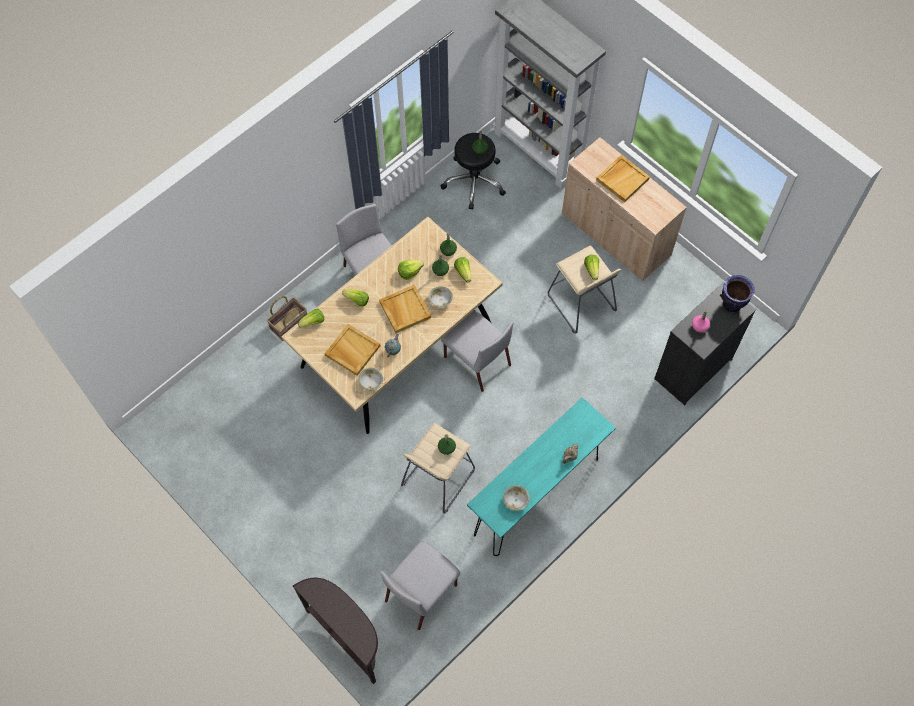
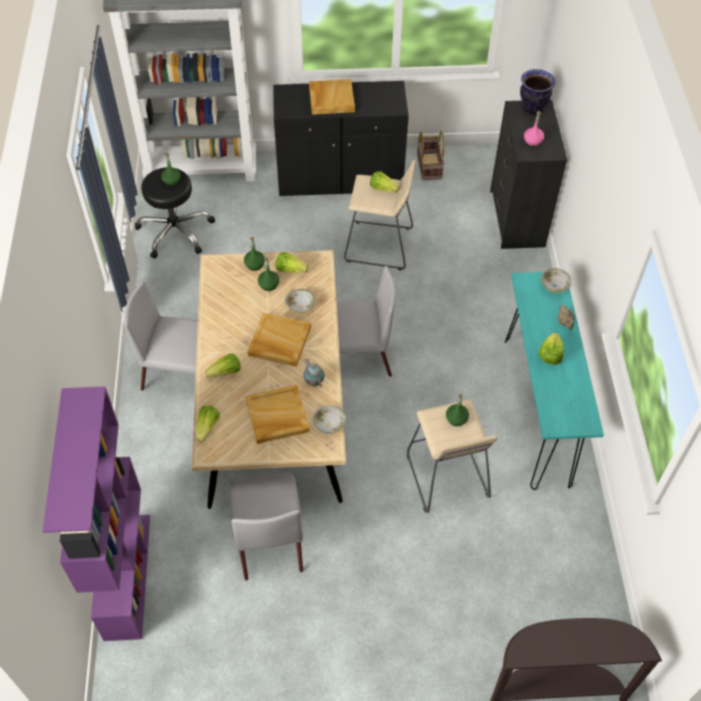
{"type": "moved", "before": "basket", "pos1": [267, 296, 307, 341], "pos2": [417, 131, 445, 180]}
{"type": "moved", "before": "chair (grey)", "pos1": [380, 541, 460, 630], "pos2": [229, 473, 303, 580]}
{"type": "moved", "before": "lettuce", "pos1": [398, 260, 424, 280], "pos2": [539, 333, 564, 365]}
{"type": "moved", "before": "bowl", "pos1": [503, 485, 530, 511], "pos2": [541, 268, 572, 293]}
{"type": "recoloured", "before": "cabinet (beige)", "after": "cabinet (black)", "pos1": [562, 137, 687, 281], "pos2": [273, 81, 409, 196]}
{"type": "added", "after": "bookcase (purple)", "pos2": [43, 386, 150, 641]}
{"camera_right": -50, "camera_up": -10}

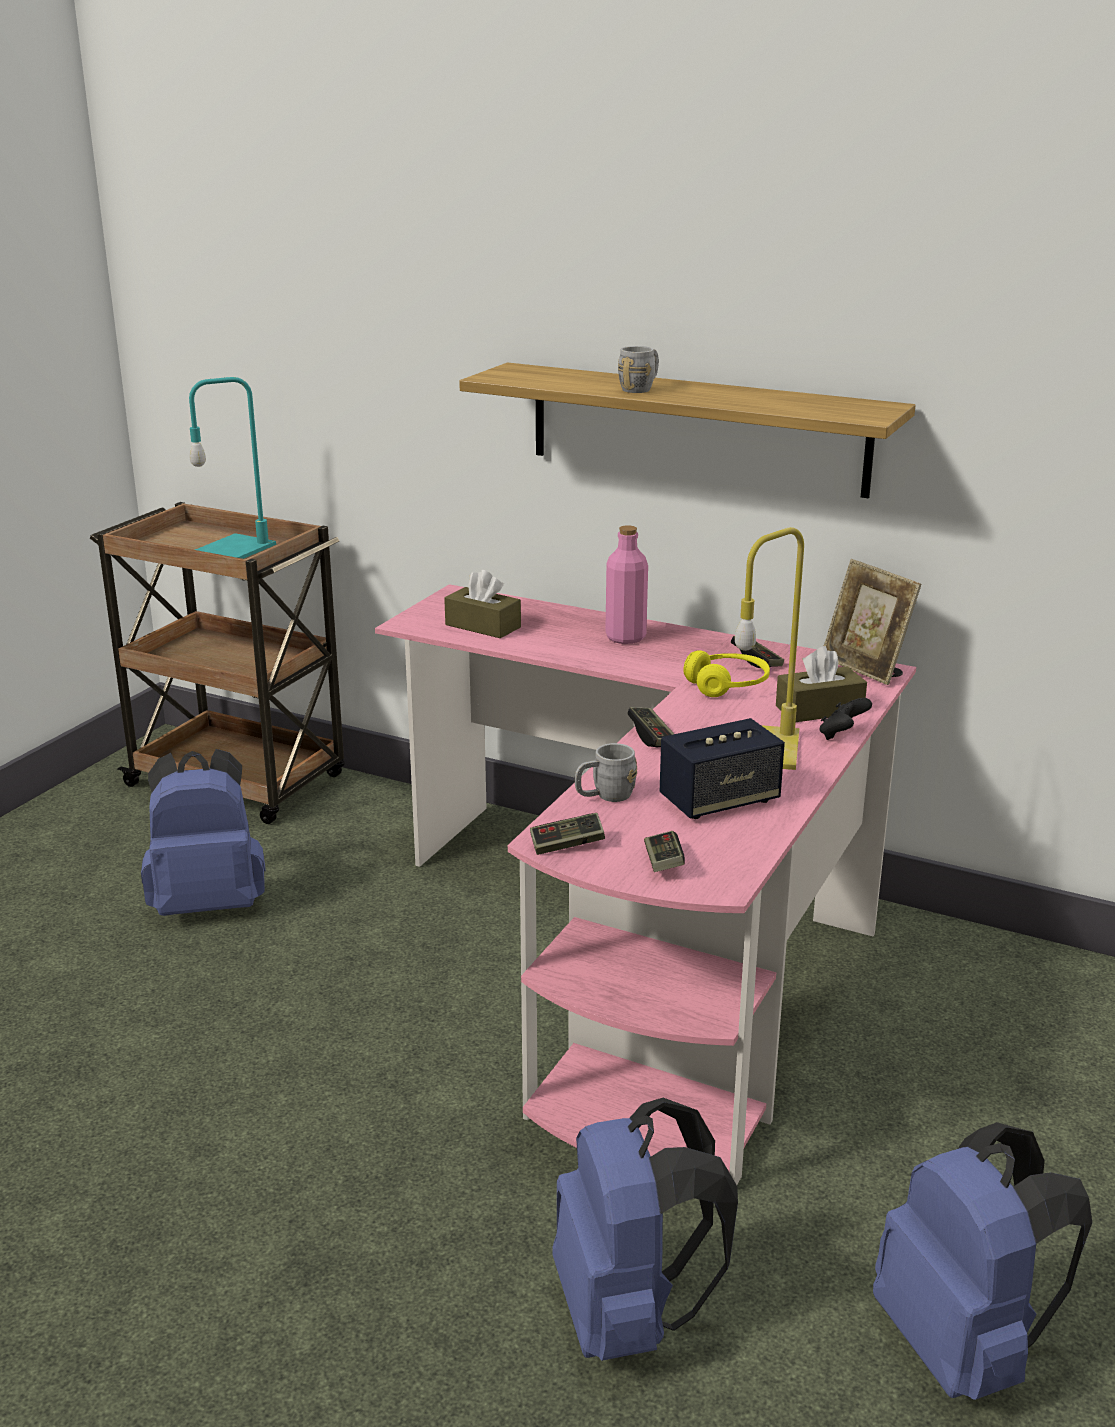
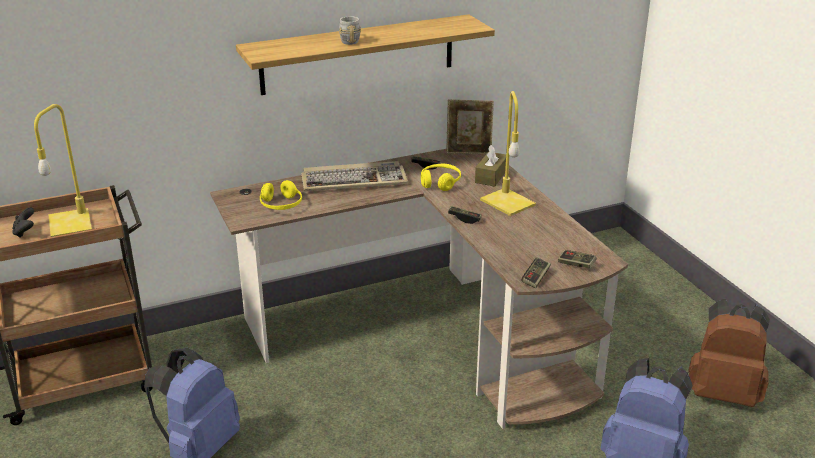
{"type": "recoloured", "before": "table lamp (turquoise)", "after": "table lamp (yellow)", "pos1": [189, 377, 276, 559], "pos2": [34, 104, 92, 237]}
{"type": "recoloured", "before": "desk (pink)", "after": "desk (brown)", "pos1": [375, 584, 916, 1185], "pos2": [210, 149, 628, 429]}
{"type": "replaced", "before": "tissue box (brown)", "after": "headphones (yellow)", "pos1": [444, 570, 521, 638], "pos2": [260, 180, 302, 210]}
{"type": "removed", "before": "mug (grey)", "pos1": [575, 743, 637, 802]}
{"type": "replaced", "before": "bottle (pink)", "after": "keyboard", "pos1": [605, 526, 648, 644], "pos2": [301, 161, 408, 191]}
{"type": "removed", "before": "speaker", "pos1": [660, 718, 785, 819]}
{"type": "moved", "before": "game controller (black)", "pos1": [819, 698, 872, 740], "pos2": [12, 207, 34, 238]}
{"type": "recoloured", "before": "backpack (blue)", "after": "backpack (brown)", "pos1": [873, 1122, 1092, 1400], "pos2": [688, 299, 770, 407]}
{"camera_right": -50, "camera_up": 5}

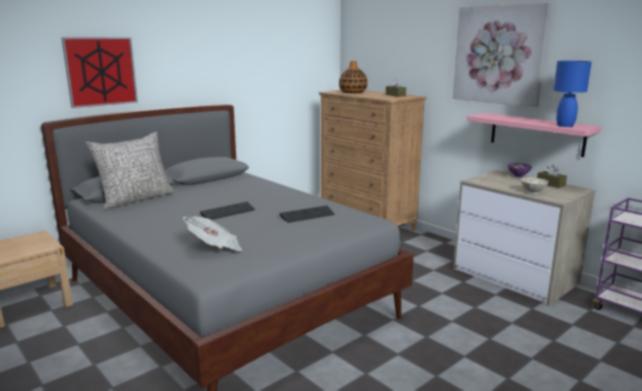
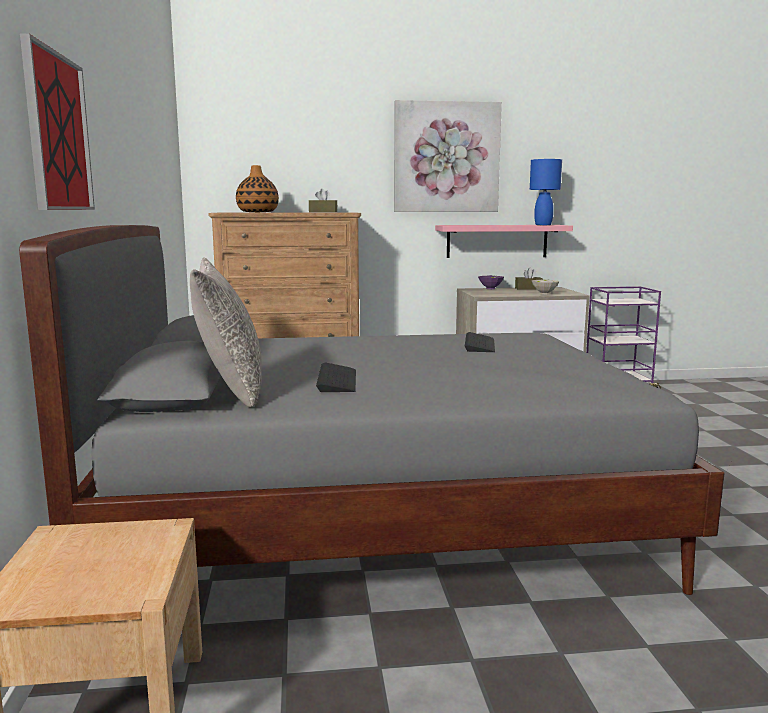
{"type": "removed", "before": "newspaper", "pos1": [183, 217, 243, 251]}
{"type": "moved", "before": "keyboard", "pos1": [200, 202, 255, 220], "pos2": [316, 363, 356, 392]}
{"camera_right": -55, "camera_up": -5}

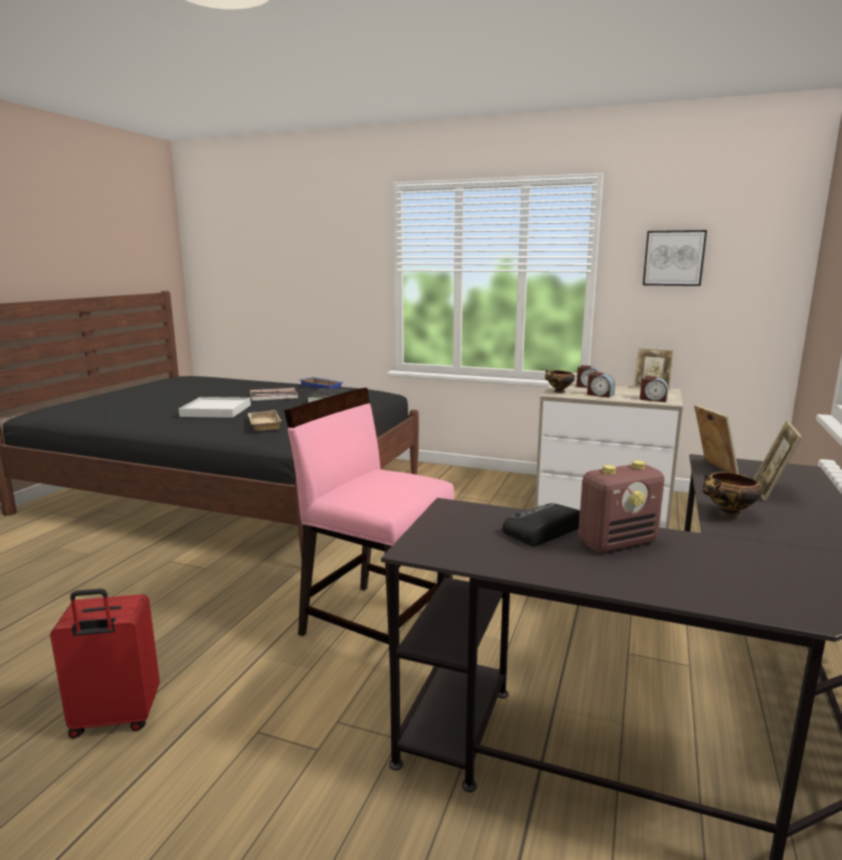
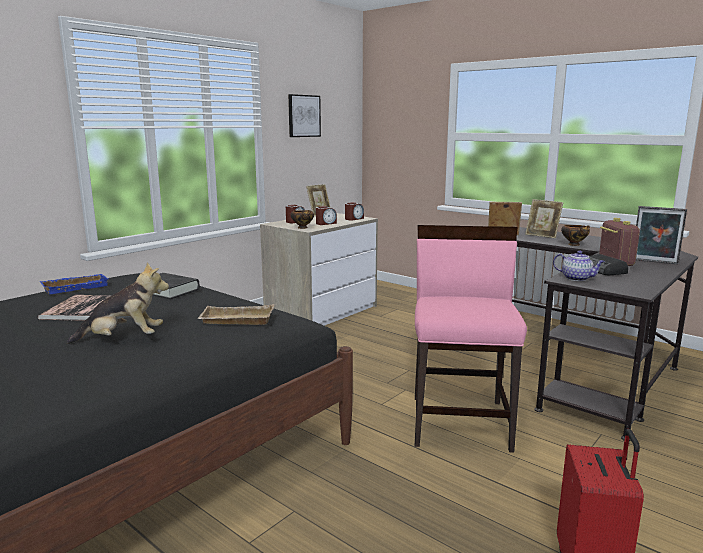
{"type": "replaced", "before": "tray (white)", "after": "plush toy", "pos1": [179, 397, 251, 418], "pos2": [67, 262, 169, 344]}
{"type": "turned", "before": "chair (pink)", "pos1": [284, 388, 454, 659], "pos2": [415, 225, 527, 453], "turn": 135}
{"type": "added", "after": "teapot", "pos2": [553, 250, 605, 281]}
{"type": "added", "after": "picture frame", "pos2": [636, 206, 687, 264]}
{"camera_right": -70, "camera_up": 0}

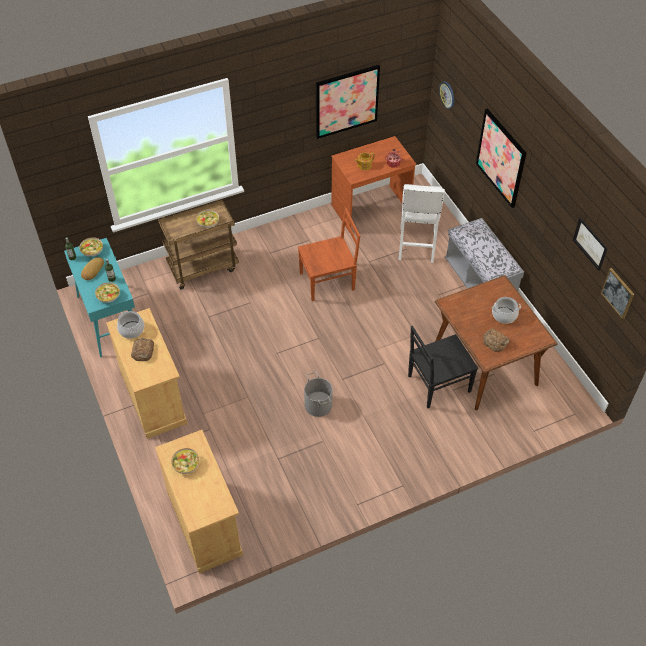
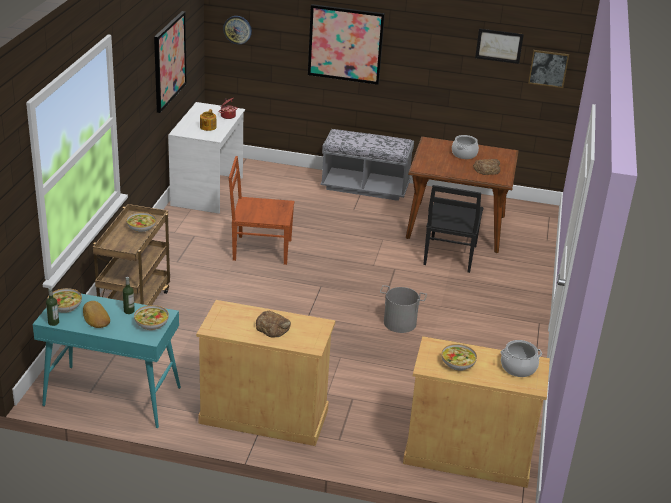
{"type": "moved", "before": "cooking pot", "pos1": [117, 311, 144, 339], "pos2": [501, 340, 542, 377]}
{"type": "turned", "before": "chair (brown)", "pos1": [298, 208, 360, 301], "pos2": [229, 156, 294, 265], "turn": -105}
{"type": "recoloured", "before": "desk (brown)", "after": "desk (white)", "pos1": [331, 136, 416, 233], "pos2": [168, 102, 245, 214]}
{"type": "removed", "before": "stool (white)", "pos1": [399, 184, 445, 263]}
{"camera_right": -55, "camera_up": -20}

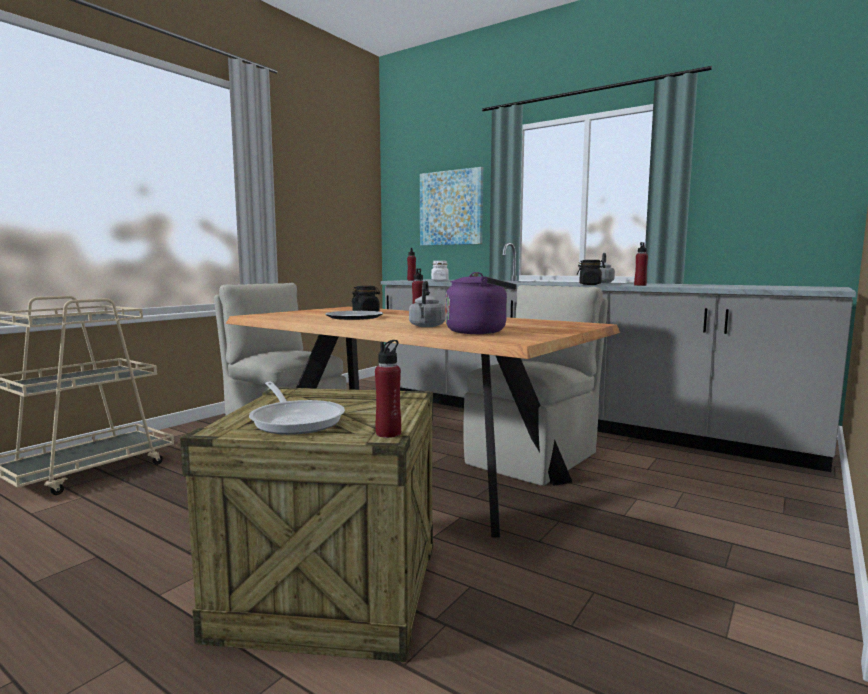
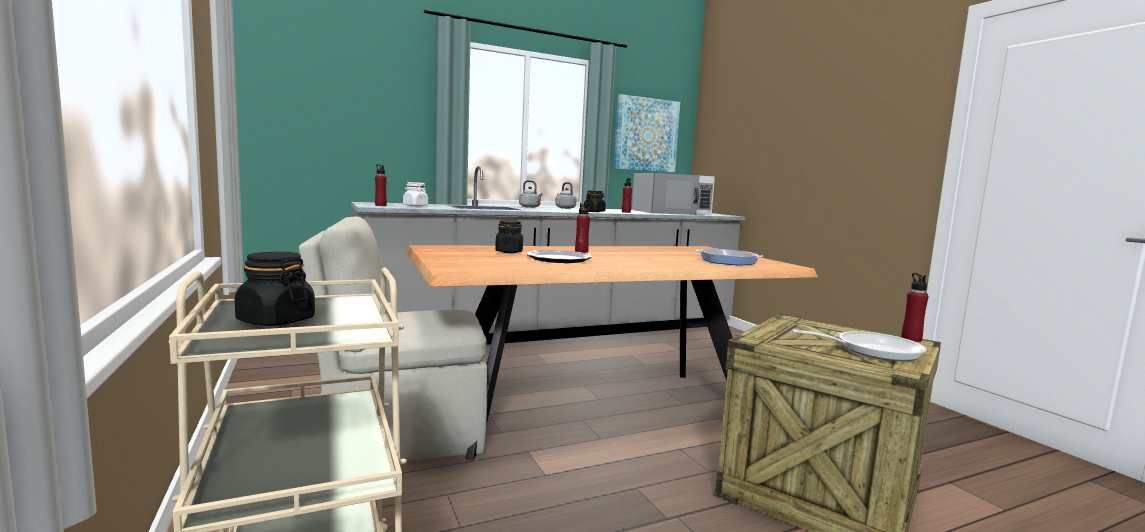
{"type": "moved", "before": "kettle (grey)", "pos1": [409, 281, 445, 327], "pos2": [519, 180, 543, 208]}
{"type": "moved", "before": "picture", "pos1": [420, 167, 483, 246], "pos2": [613, 94, 680, 172]}
{"type": "replaced", "before": "kettle (purple)", "after": "frying pan", "pos1": [445, 272, 517, 334], "pos2": [696, 249, 763, 266]}
{"type": "removed", "before": "chair (beige)", "pos1": [463, 285, 608, 486]}
{"type": "added", "after": "jar (black)", "pos2": [235, 252, 315, 326]}
{"type": "added", "after": "microwave (white)", "pos2": [632, 173, 715, 215]}
{"camera_right": -60, "camera_up": 0}

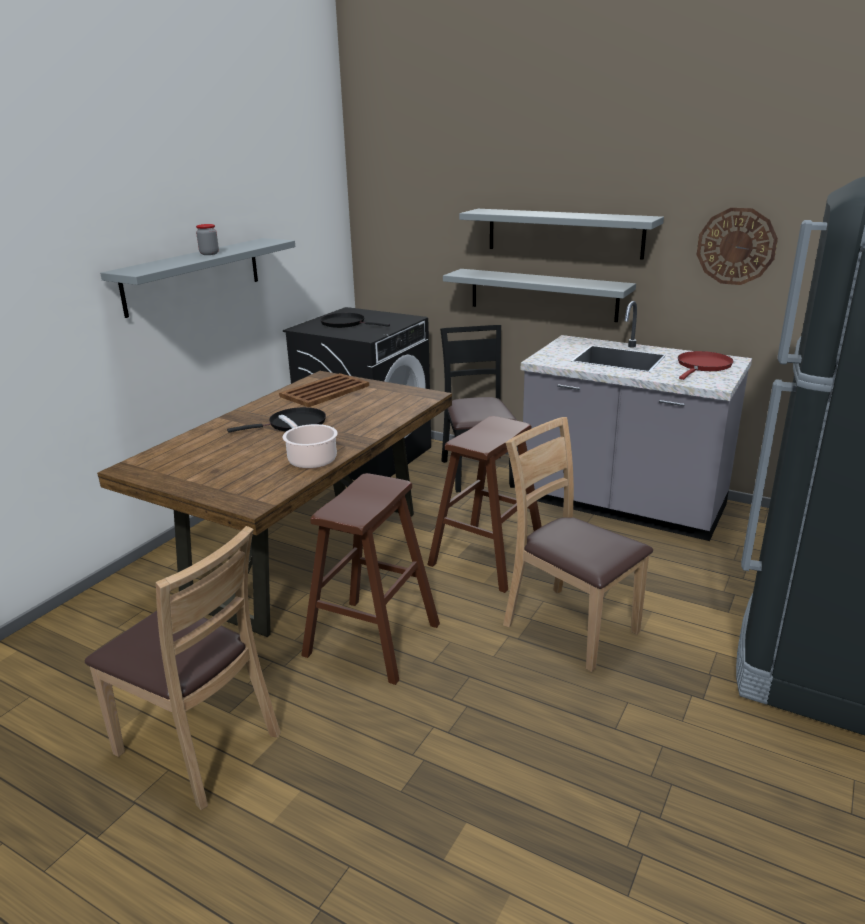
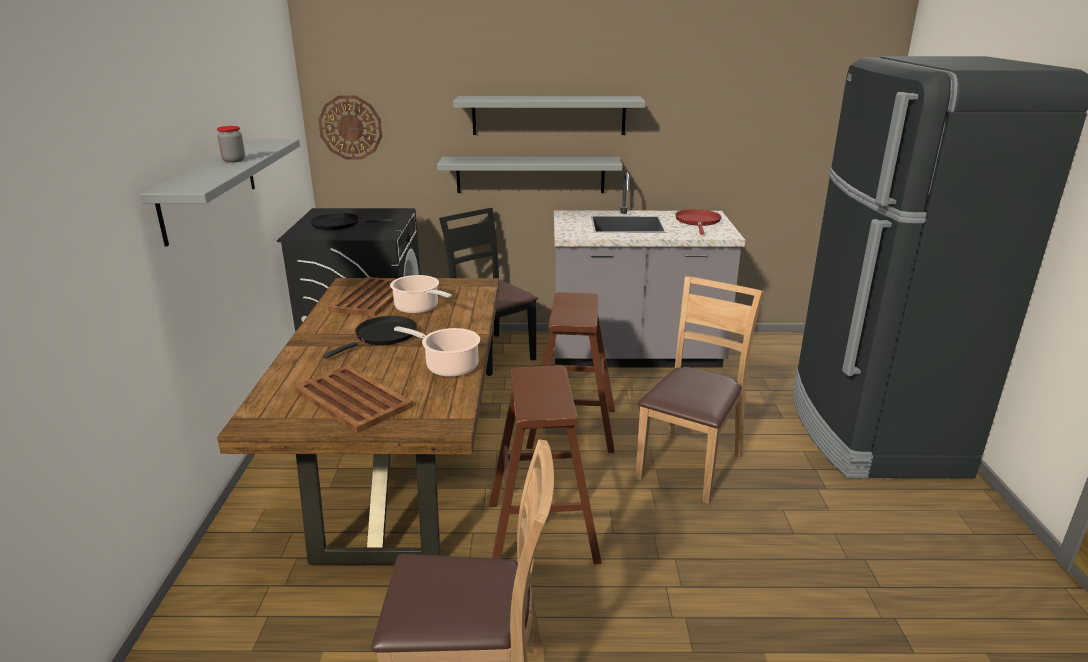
{"type": "turned", "before": "chair (brown)", "pos1": [503, 417, 653, 672], "pos2": [635, 276, 764, 504], "turn": 105}
{"type": "moved", "before": "wall clock", "pos1": [697, 208, 778, 285], "pos2": [318, 96, 383, 160]}
{"type": "added", "after": "tray (brown)", "pos2": [294, 365, 413, 433]}
{"type": "added", "after": "cooking pot", "pos2": [390, 275, 452, 314]}
{"camera_right": -30, "camera_up": 0}

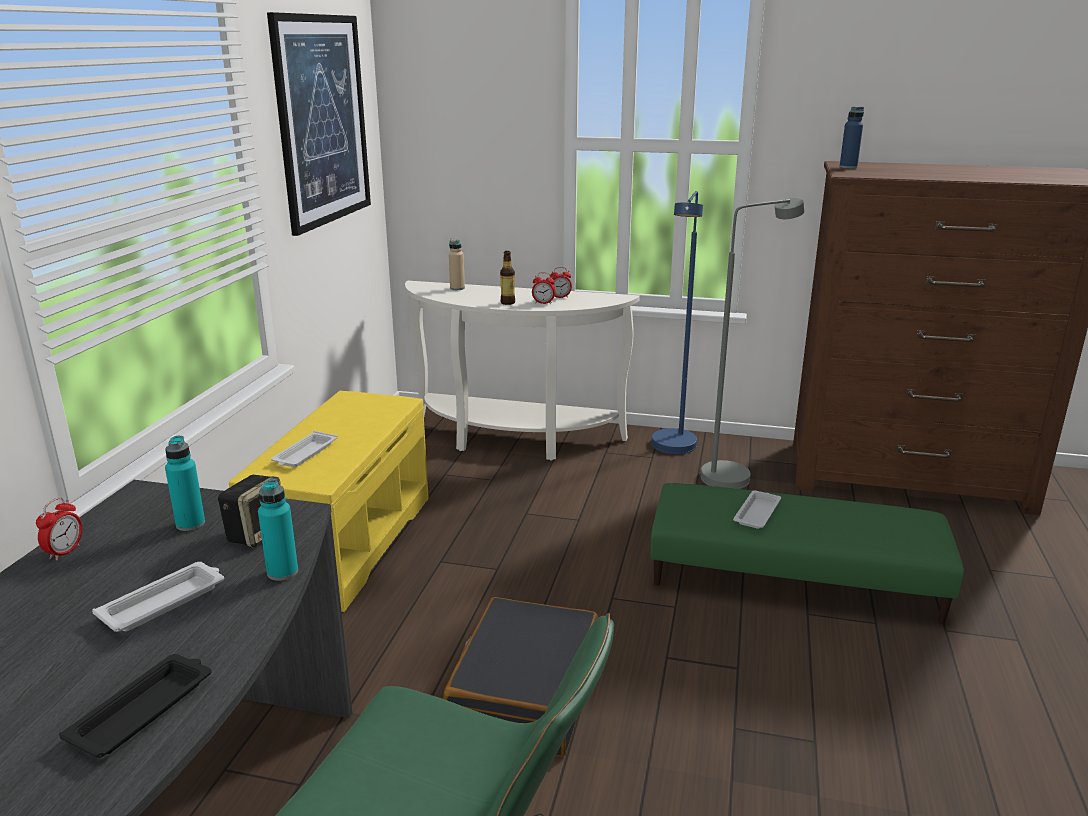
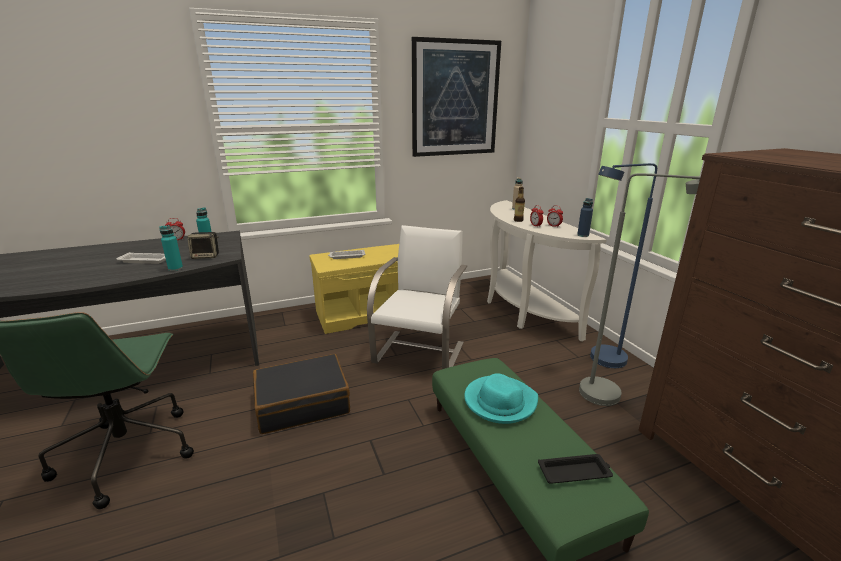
{"type": "moved", "before": "tray (black)", "pos1": [59, 654, 211, 758], "pos2": [538, 454, 613, 484]}
{"type": "replaced", "before": "tray (white)", "after": "hat (turquoise)", "pos1": [733, 490, 781, 529], "pos2": [464, 373, 538, 424]}
{"type": "moved", "before": "bottle (blue)", "pos1": [840, 107, 864, 169], "pos2": [577, 198, 593, 237]}
{"type": "added", "after": "chair (white)", "pos2": [367, 225, 467, 369]}
{"camera_right": 55, "camera_up": 0}

